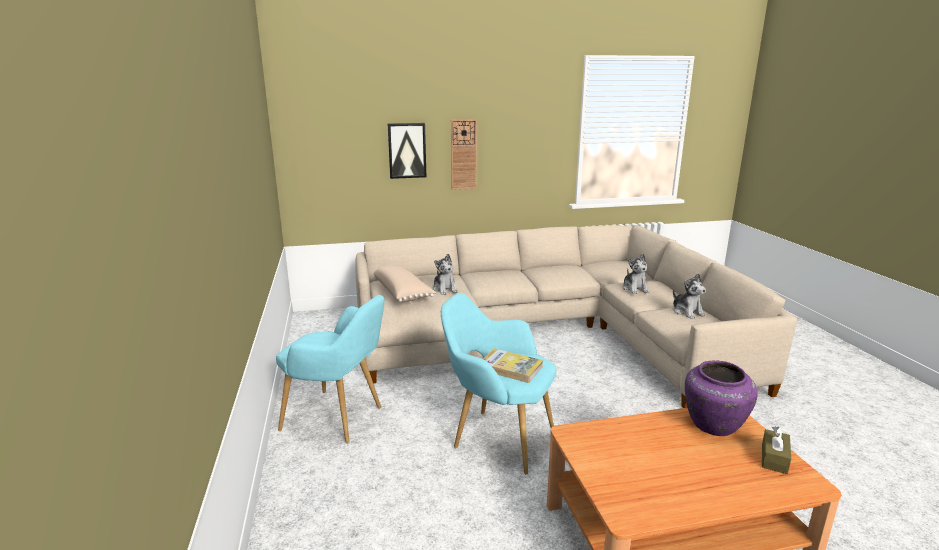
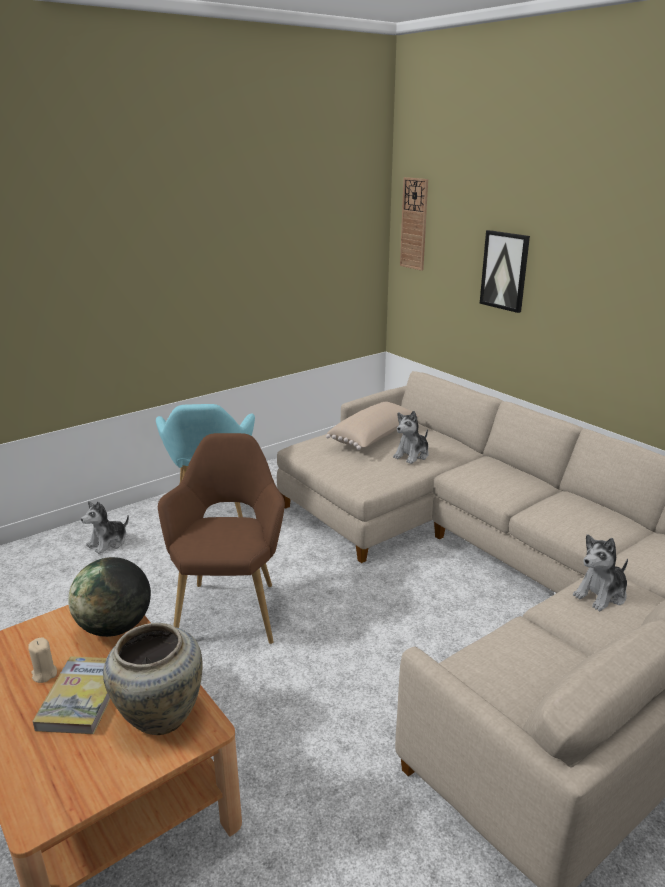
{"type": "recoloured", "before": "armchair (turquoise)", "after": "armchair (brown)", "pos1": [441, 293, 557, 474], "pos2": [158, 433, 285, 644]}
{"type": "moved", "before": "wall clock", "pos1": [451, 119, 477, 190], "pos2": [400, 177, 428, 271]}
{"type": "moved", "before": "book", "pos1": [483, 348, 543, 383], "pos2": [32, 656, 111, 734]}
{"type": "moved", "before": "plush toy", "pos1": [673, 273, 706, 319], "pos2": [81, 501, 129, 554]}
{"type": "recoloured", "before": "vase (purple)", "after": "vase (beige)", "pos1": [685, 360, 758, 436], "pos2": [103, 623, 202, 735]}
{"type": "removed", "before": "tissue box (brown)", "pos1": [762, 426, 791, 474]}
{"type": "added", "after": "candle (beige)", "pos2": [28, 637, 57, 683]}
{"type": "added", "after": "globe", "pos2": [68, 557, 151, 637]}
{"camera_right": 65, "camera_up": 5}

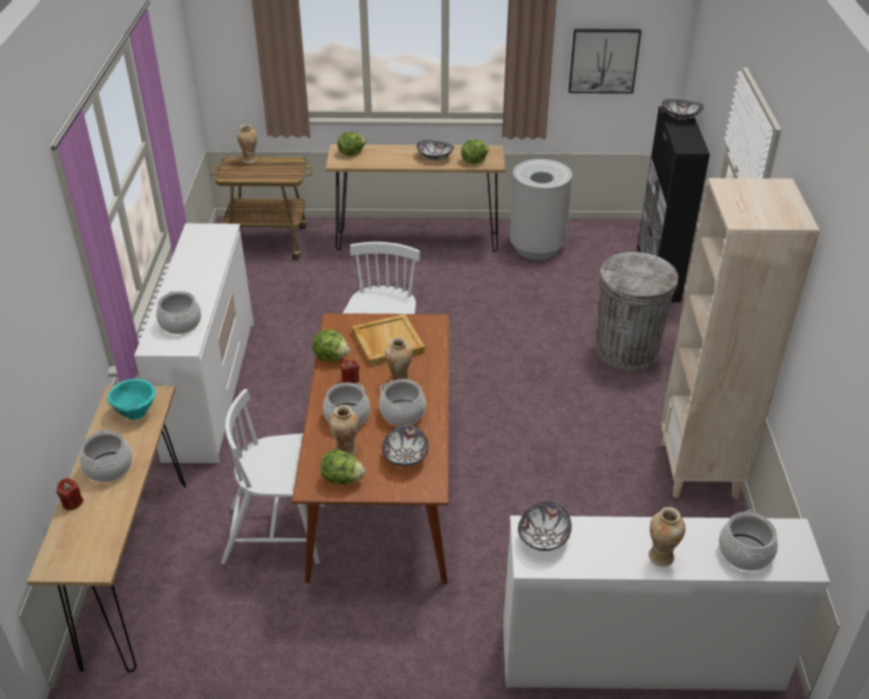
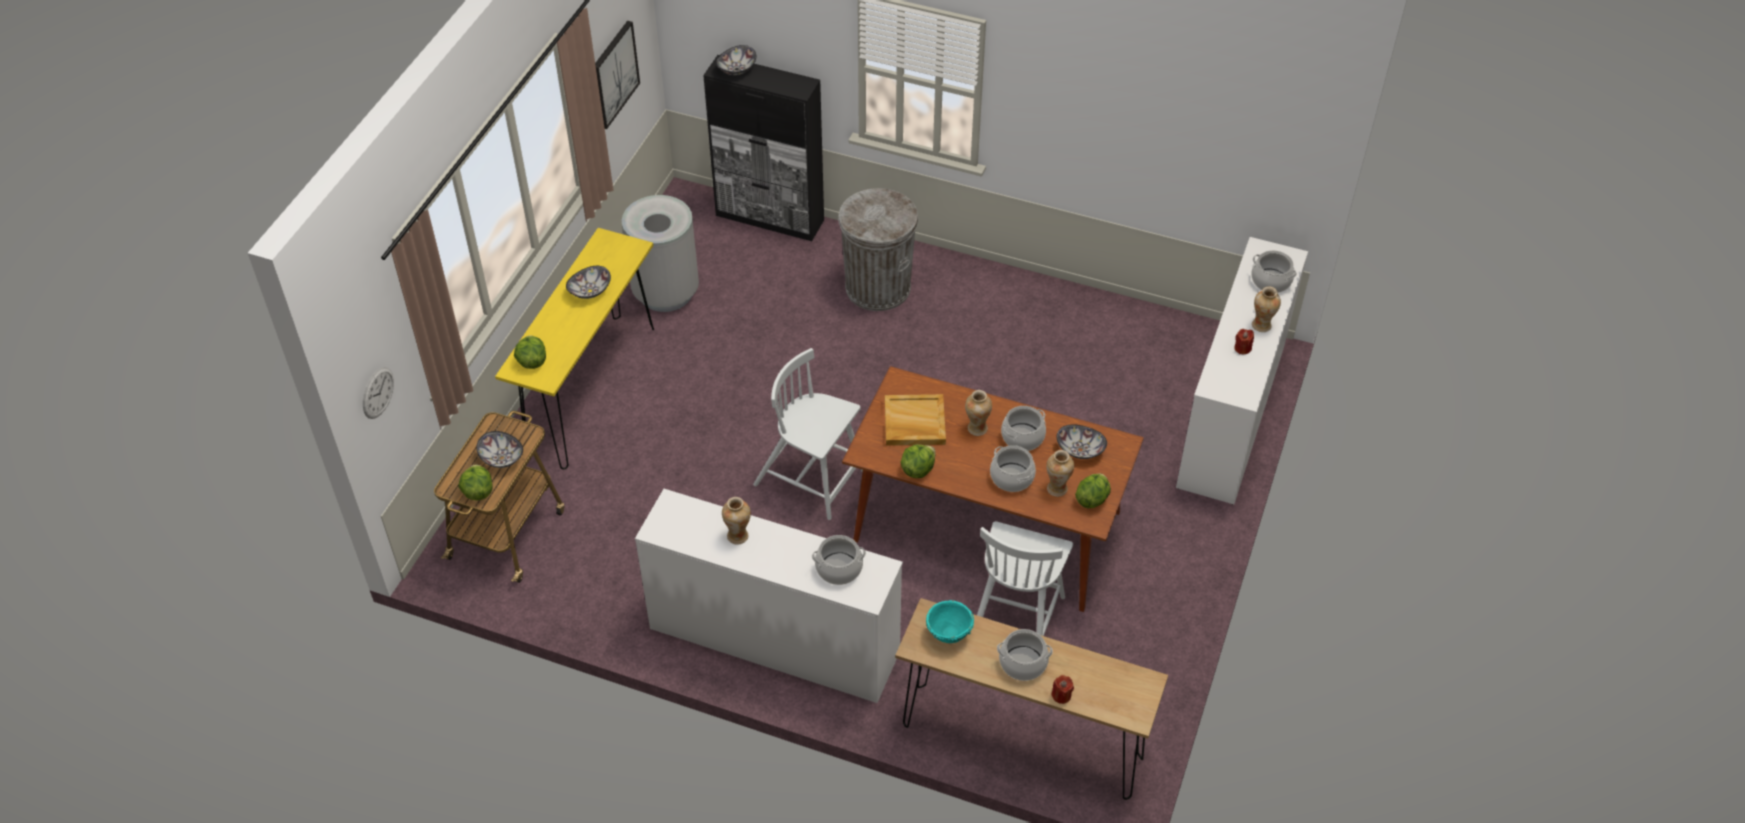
{"type": "moved", "before": "vase", "pos1": [237, 124, 257, 164], "pos2": [722, 497, 751, 545]}
{"type": "recoloured", "before": "console table (brown)", "after": "console table (yellow)", "pos1": [325, 144, 505, 252], "pos2": [495, 228, 654, 469]}
{"type": "moved", "before": "candle (red)", "pos1": [341, 360, 359, 384], "pos2": [1234, 329, 1254, 354]}
{"type": "moved", "before": "lettuce", "pos1": [461, 139, 489, 164], "pos2": [458, 464, 493, 501]}
{"type": "moved", "before": "bowl", "pos1": [518, 502, 571, 551], "pos2": [476, 431, 523, 468]}
{"type": "removed", "before": "bookcase (beige)", "pos1": [660, 178, 820, 498]}
{"type": "added", "after": "wall clock", "pos2": [363, 367, 394, 419]}
{"camera_right": -70, "camera_up": 10}

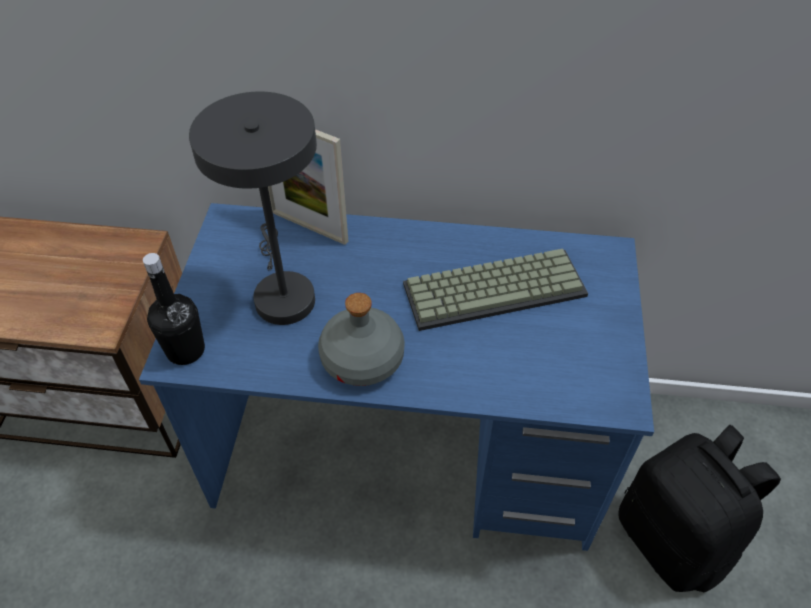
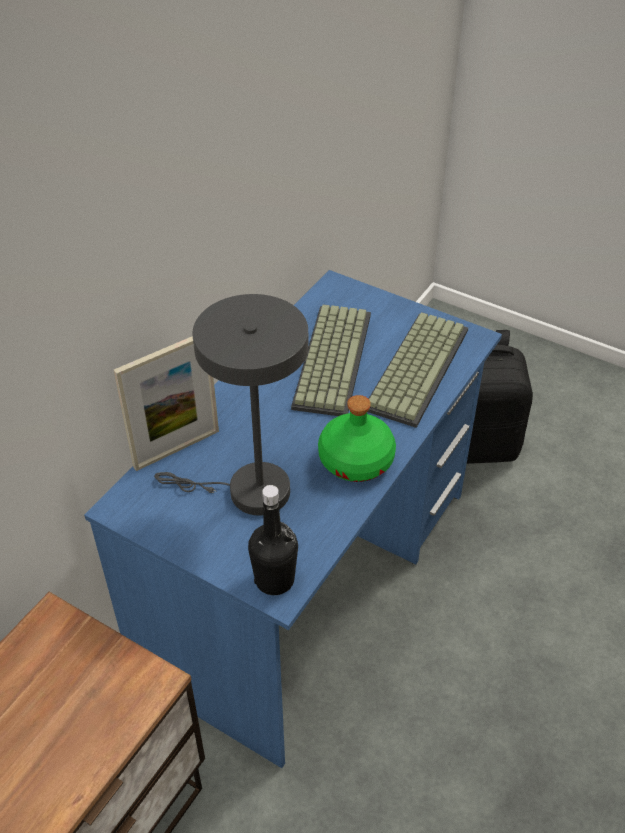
{"type": "recoloured", "before": "bottle (grey)", "after": "bottle (green)", "pos1": [318, 293, 405, 386], "pos2": [318, 395, 396, 482]}
{"type": "added", "after": "keyboard", "pos2": [368, 312, 468, 428]}
{"camera_right": -65, "camera_up": -5}

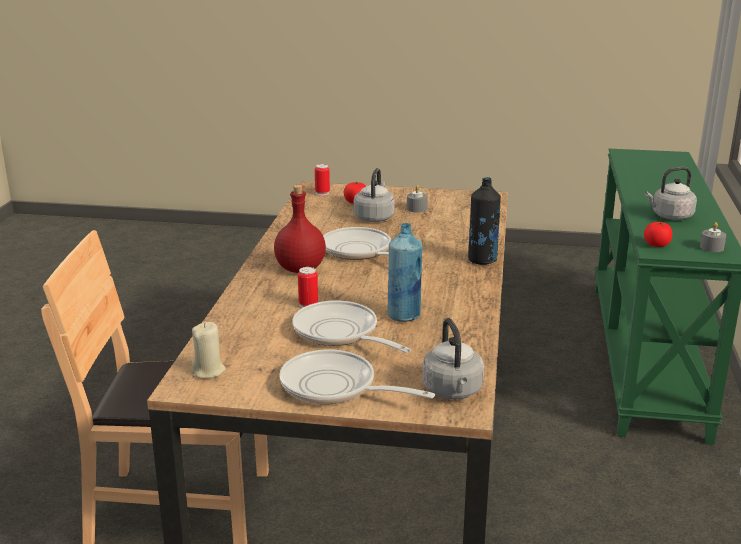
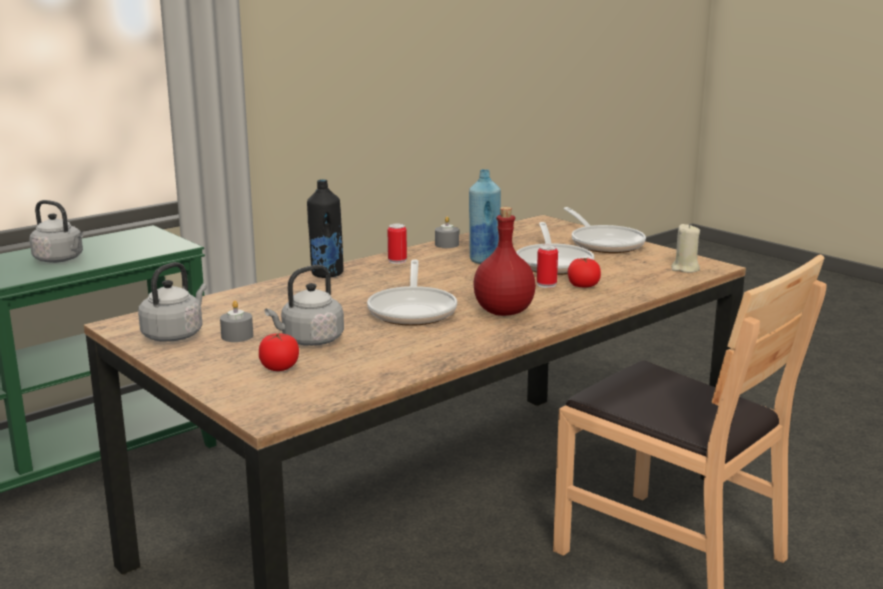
{"type": "moved", "before": "can", "pos1": [315, 164, 330, 195], "pos2": [388, 224, 407, 264]}
{"type": "moved", "before": "kettle (grey)", "pos1": [422, 318, 484, 399], "pos2": [138, 262, 207, 342]}
{"type": "moved", "before": "tomato", "pos1": [644, 222, 672, 247], "pos2": [568, 258, 601, 288]}
{"type": "moved", "before": "candle (grey)", "pos1": [700, 222, 726, 252], "pos2": [435, 217, 459, 248]}
{"camera_right": -140, "camera_up": -5}

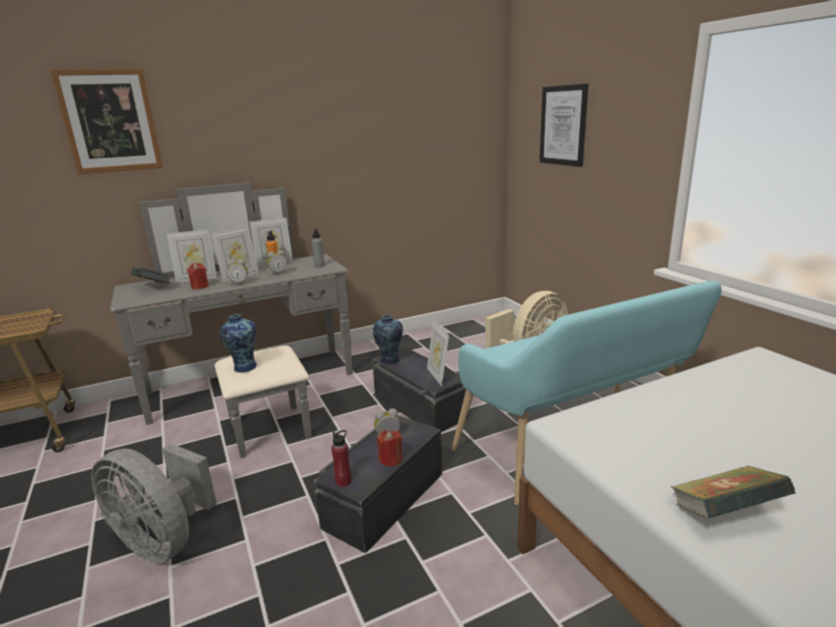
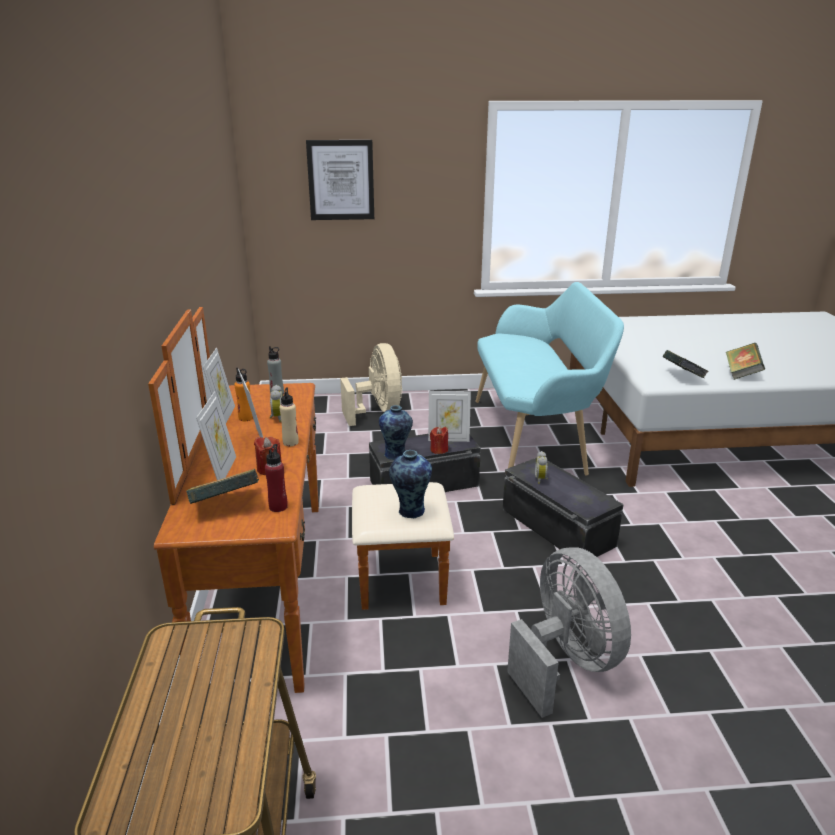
{"type": "removed", "before": "picture", "pos1": [50, 68, 163, 174]}
{"type": "turned", "before": "fan (grey)", "pos1": [91, 444, 217, 563], "pos2": [507, 547, 631, 718], "turn": -75}
{"type": "recoloured", "before": "dresser (grey)", "after": "dresser (brown)", "pos1": [110, 182, 353, 458], "pos2": [148, 307, 454, 698]}
{"type": "replaced", "before": "alarm clock", "after": "bottle (beige)", "pos1": [227, 259, 248, 285], "pos2": [280, 387, 299, 446]}
{"type": "moved", "before": "bottle (red)", "pos1": [331, 430, 351, 487], "pos2": [265, 444, 288, 512]}
{"type": "moved", "before": "candle (red)", "pos1": [377, 431, 402, 467], "pos2": [430, 426, 448, 454]}
{"type": "added", "after": "book", "pos2": [663, 350, 709, 378]}
{"camera_right": -70, "camera_up": 5}

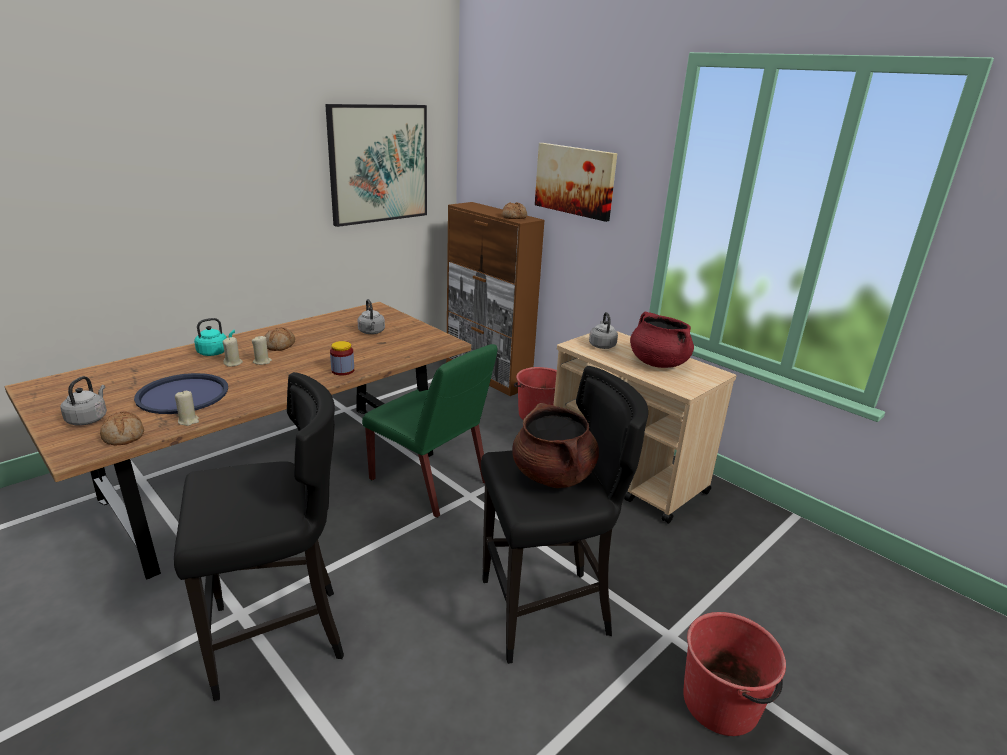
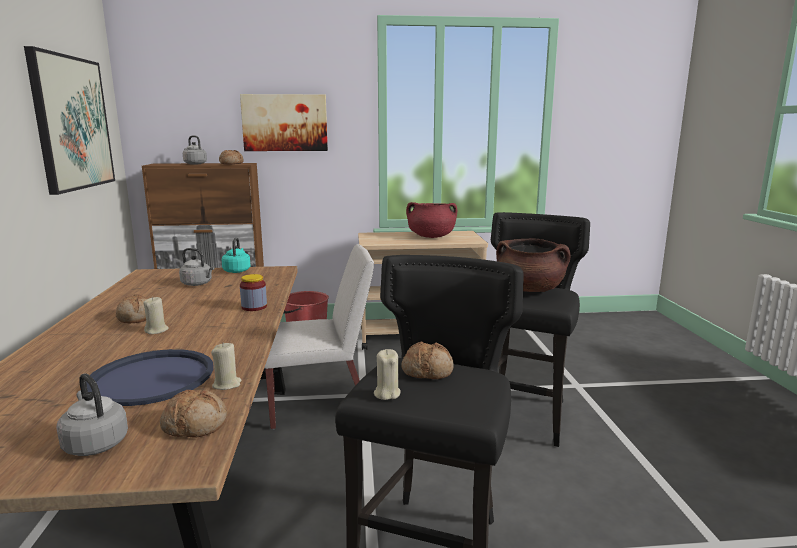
{"type": "moved", "before": "kettle (turquoise)", "pos1": [194, 318, 235, 356], "pos2": [222, 237, 250, 273]}
{"type": "moved", "before": "candle (beige)", "pos1": [222, 337, 243, 367], "pos2": [374, 349, 401, 400]}
{"type": "recoloured", "before": "chair (green)", "after": "chair (white)", "pos1": [362, 344, 497, 518], "pos2": [264, 244, 374, 430]}
{"type": "moved", "before": "kettle (grey)", "pos1": [589, 312, 618, 349], "pos2": [183, 135, 207, 165]}
{"type": "removed", "before": "bucket (red)", "pos1": [683, 612, 786, 736]}
{"type": "added", "after": "bread", "pos2": [401, 341, 454, 379]}
{"camera_right": -50, "camera_up": -10}

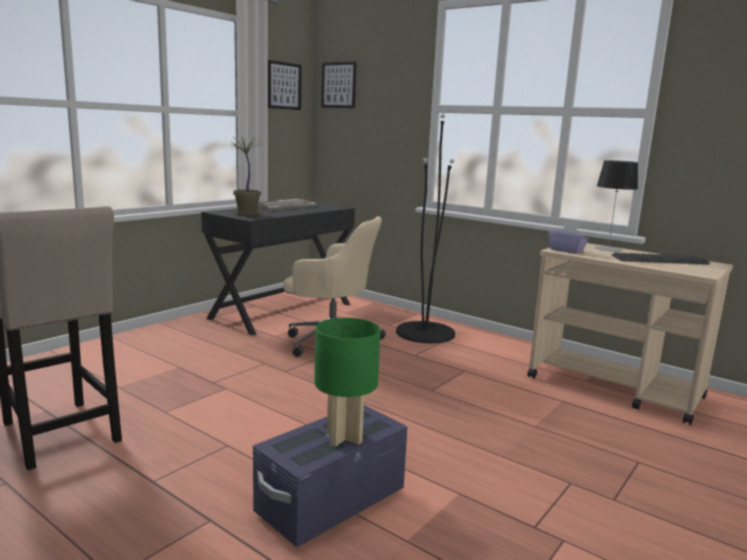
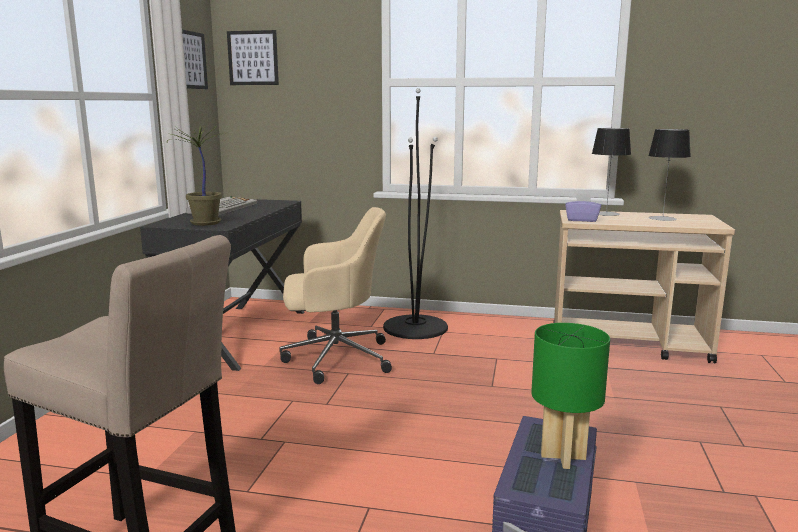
{"type": "replaced", "before": "keyboard", "after": "table lamp", "pos1": [612, 253, 710, 265], "pos2": [648, 129, 691, 221]}
{"camera_right": -25, "camera_up": 0}

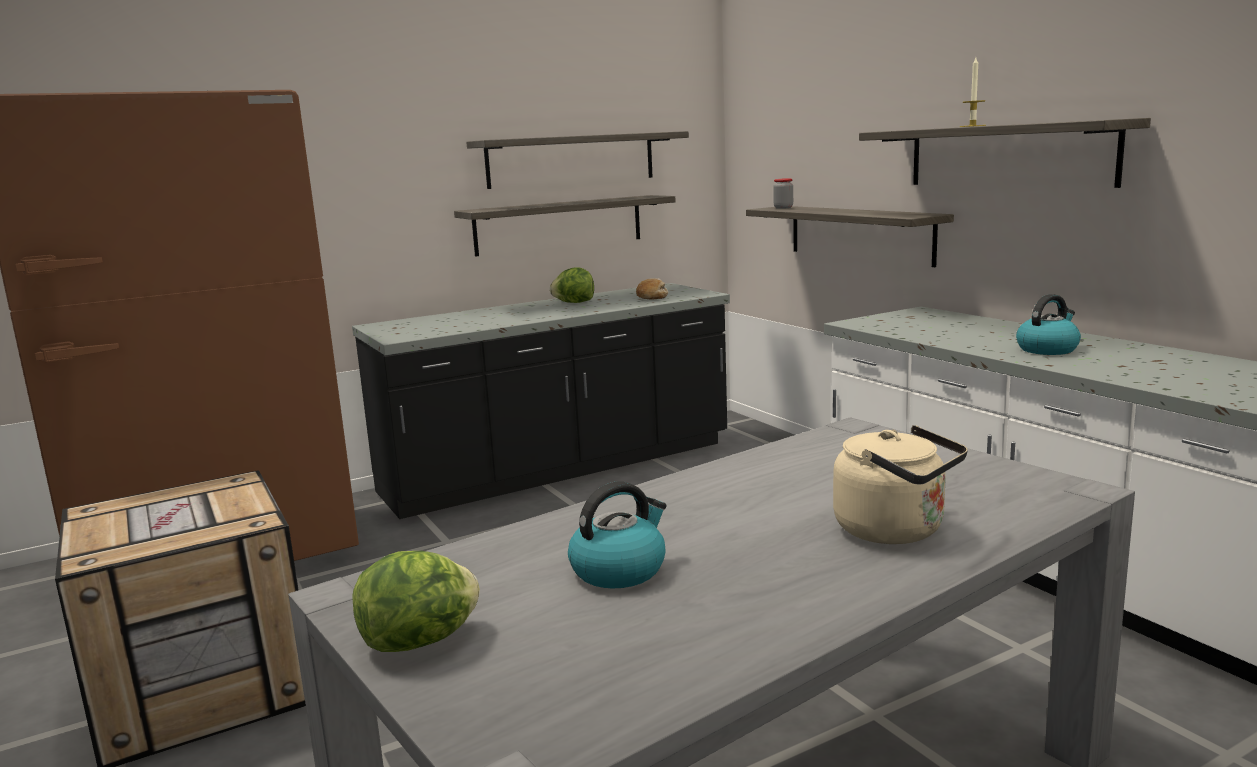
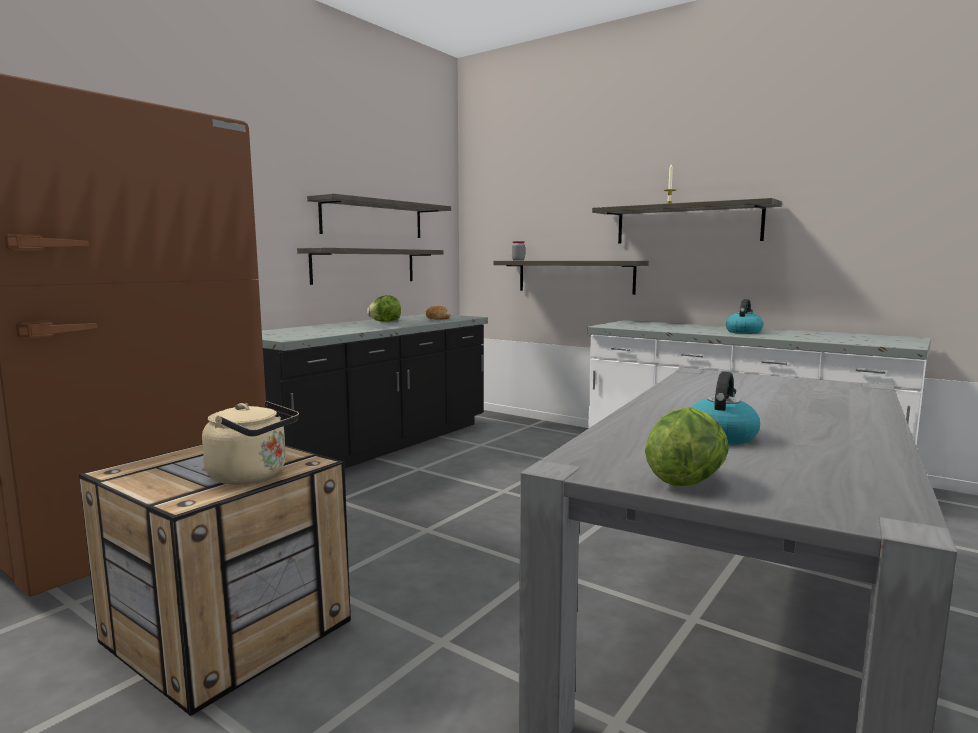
{"type": "moved", "before": "kettle (beige)", "pos1": [833, 425, 968, 544], "pos2": [202, 401, 299, 484]}
{"camera_right": -25, "camera_up": -5}

